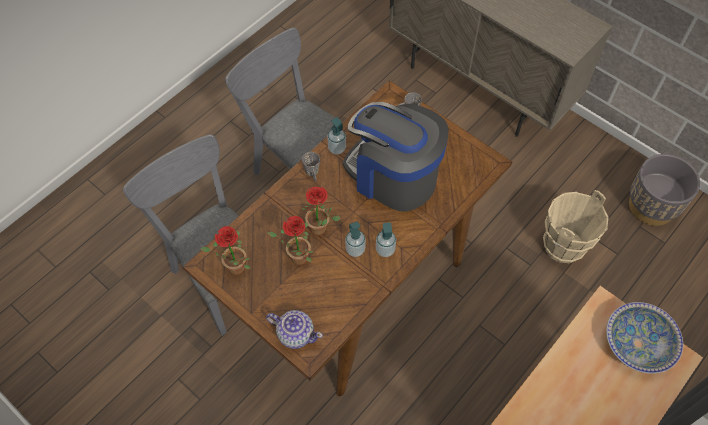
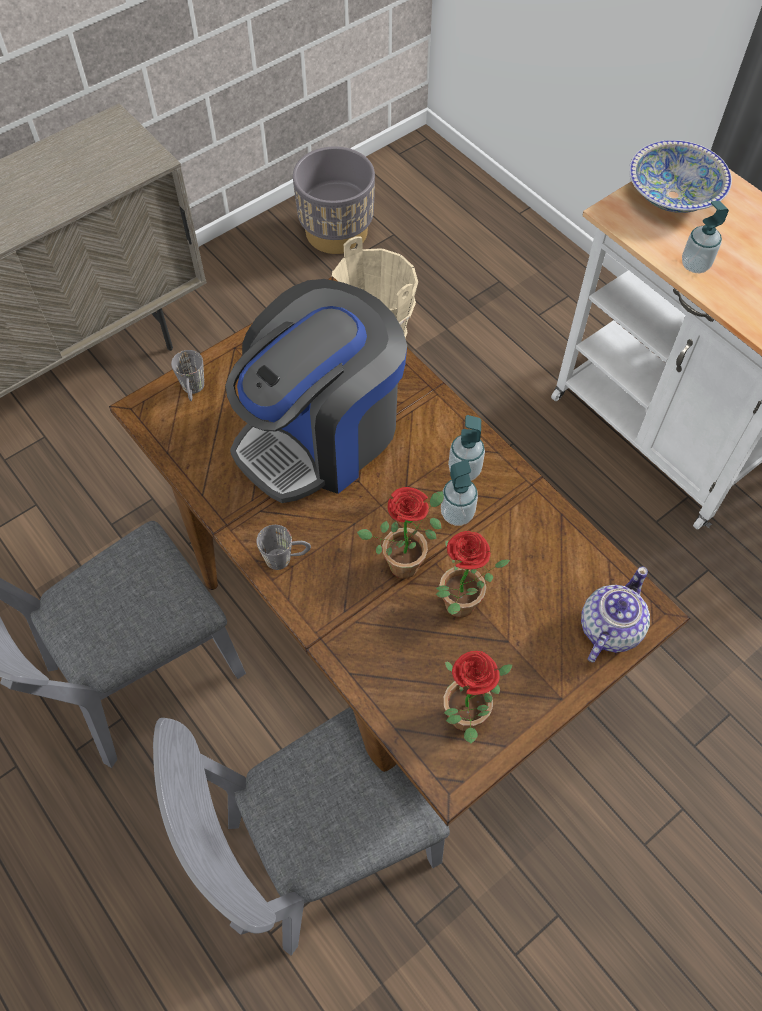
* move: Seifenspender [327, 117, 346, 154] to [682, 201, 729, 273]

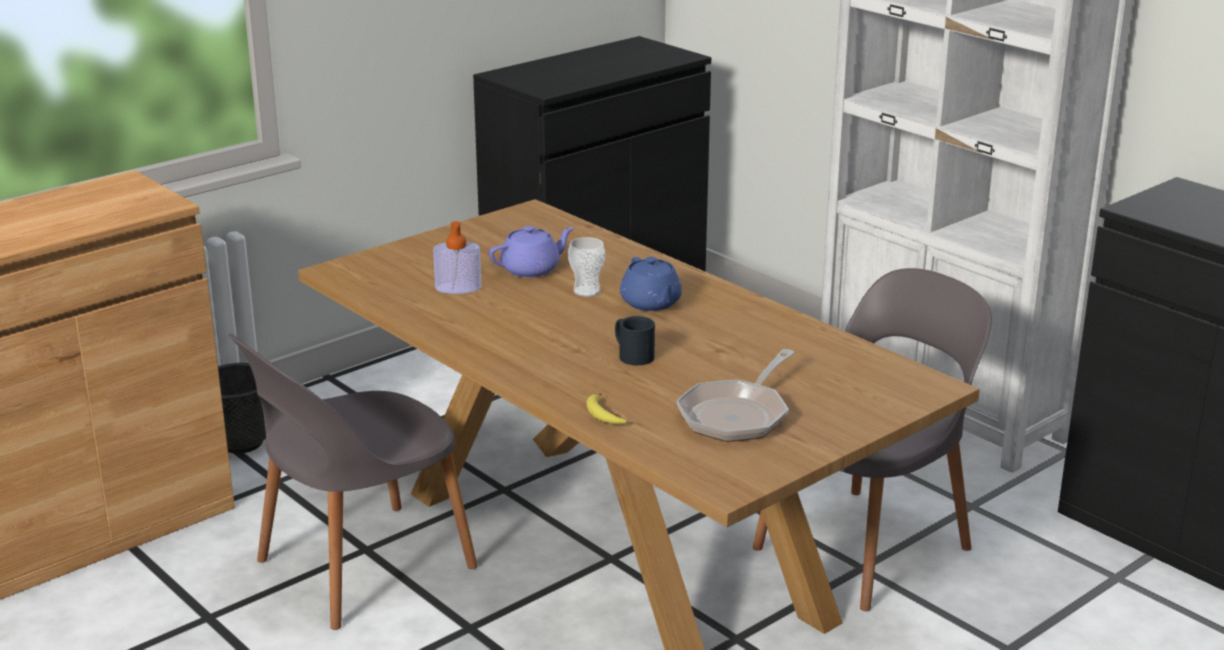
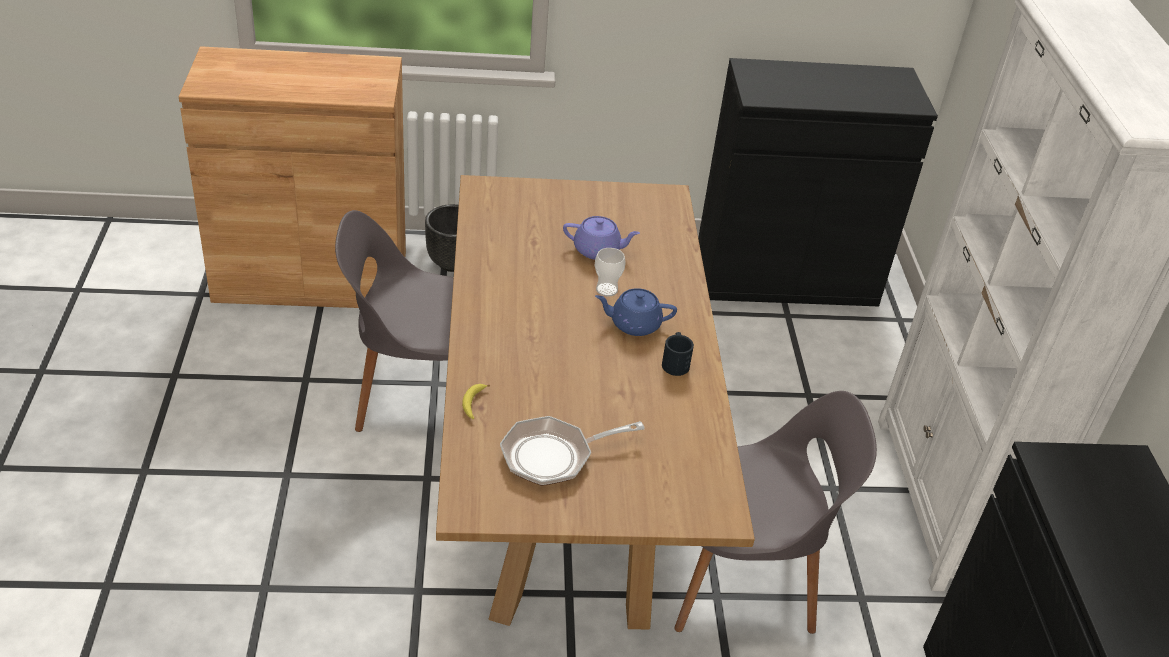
* delete: Seifenspender [433, 221, 481, 294]
* rotate: Teekanne/blau [620, 257, 682, 311] = [595, 288, 677, 336] 75 degrees clockwise
* move: Henkelbecher/schwarz [615, 316, 655, 365] to [662, 332, 694, 376]

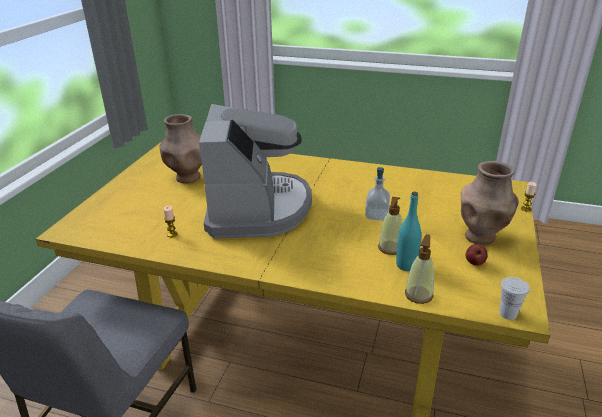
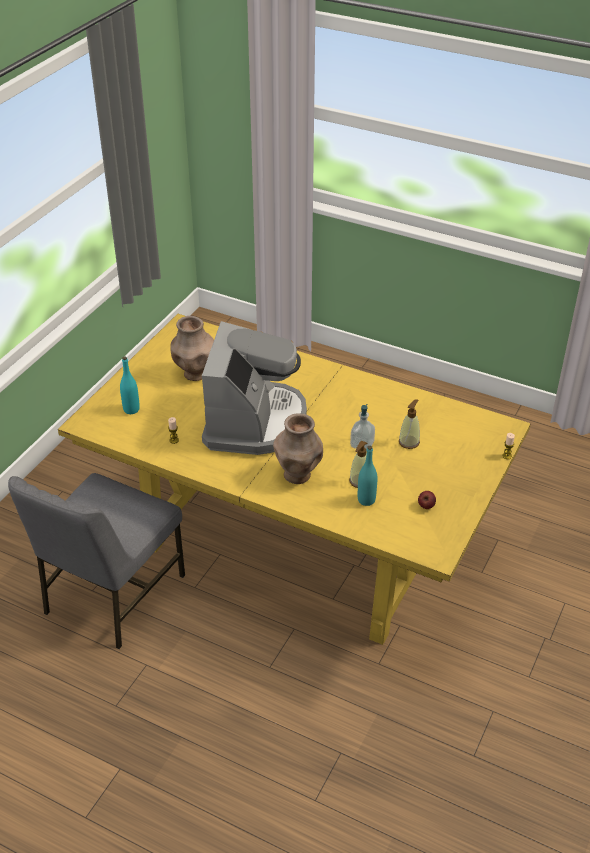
* move: Vase/braun [461, 161, 519, 245] to [273, 413, 323, 484]
* move: Seifenspender [405, 234, 434, 304] to [399, 399, 420, 449]
* delete: Tasse/weiß [499, 277, 530, 320]
* insert: Flasche/türkis [120, 357, 140, 414]

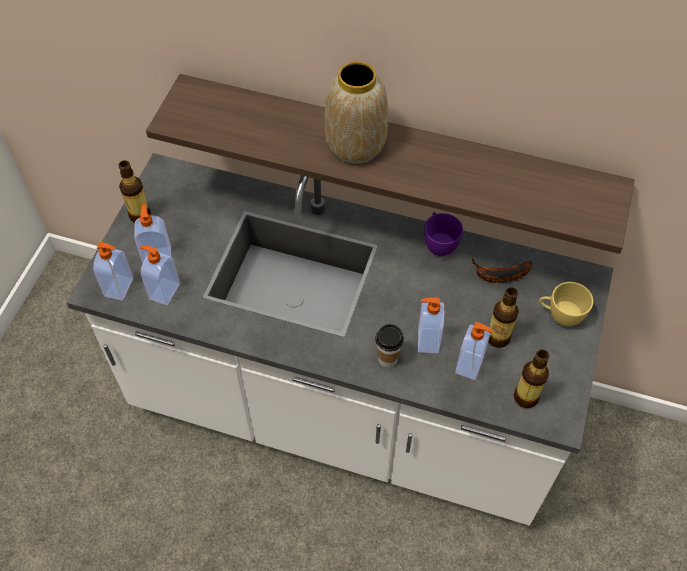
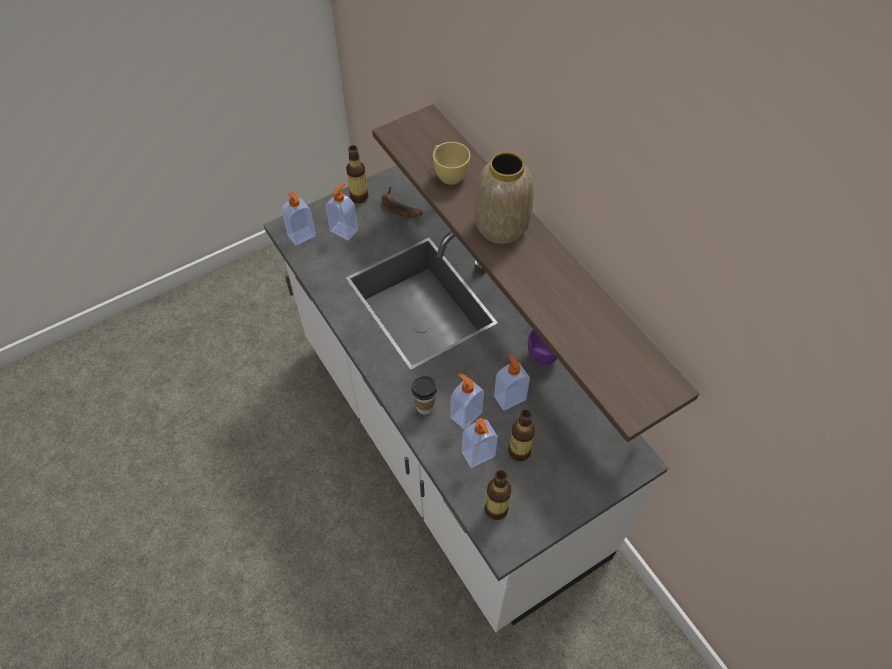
* move: Seifenspender [140, 245, 180, 305] to [494, 354, 530, 411]
* move: Banane [472, 257, 532, 283] to [382, 187, 422, 218]
* move: Tasse/gelb [539, 282, 593, 326] to [433, 142, 470, 185]

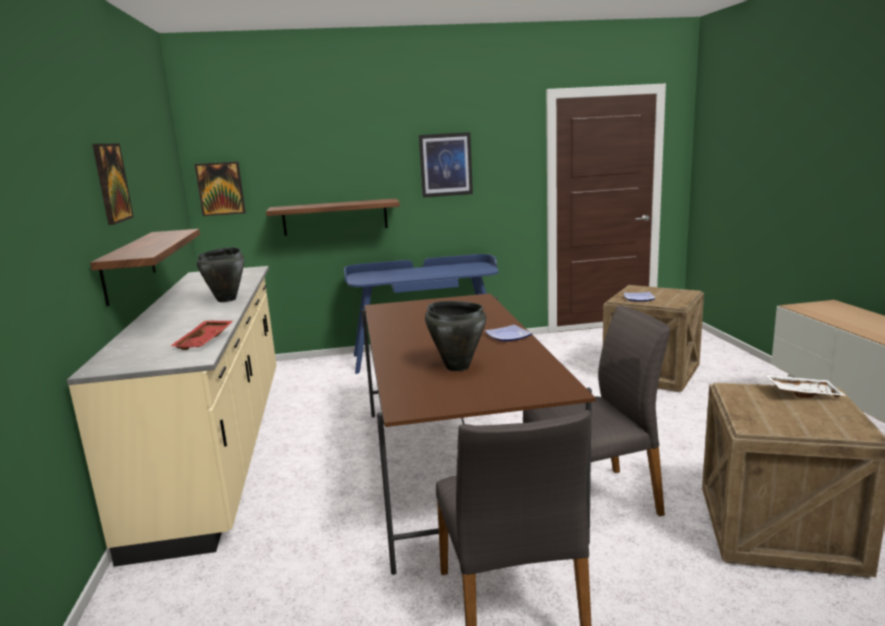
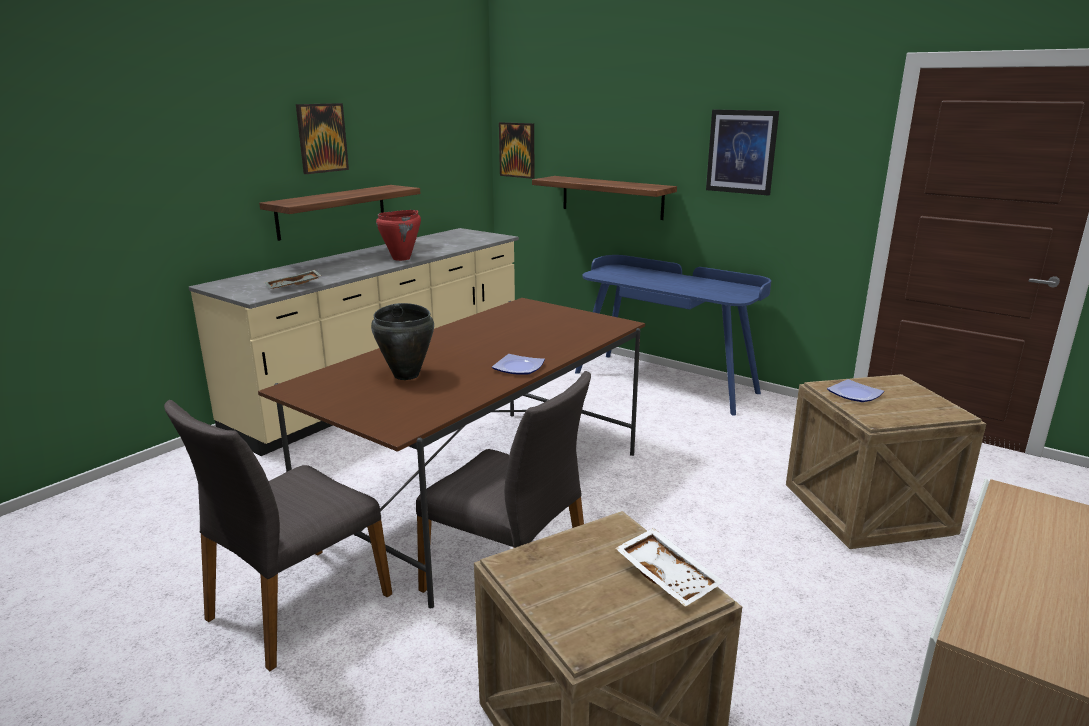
* recolor: Kochtopf/schwarz [197, 247, 244, 302] to Kochtopf/rot [376, 210, 421, 261]
* recolor: Tablett/rot [171, 321, 233, 350] to Tablett/grau [264, 270, 322, 289]

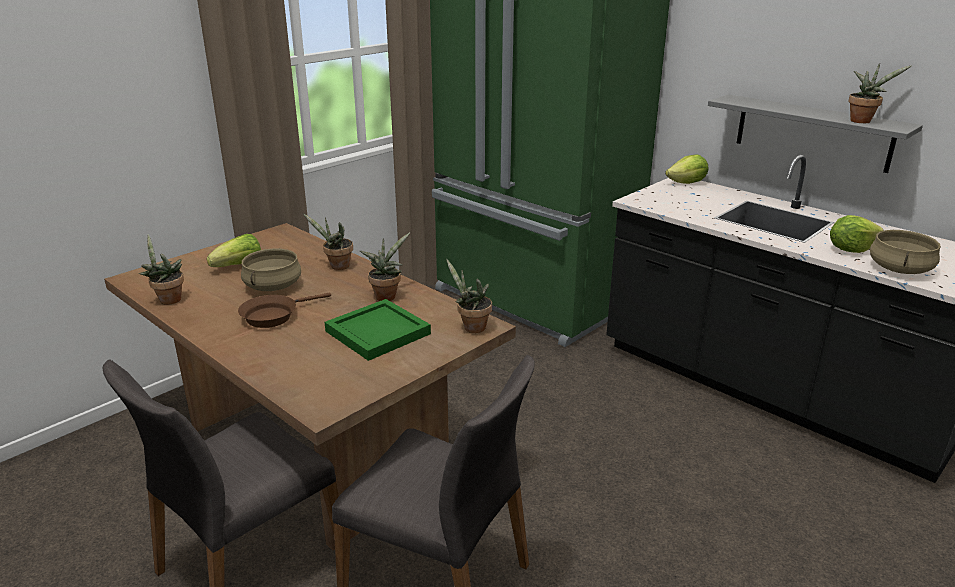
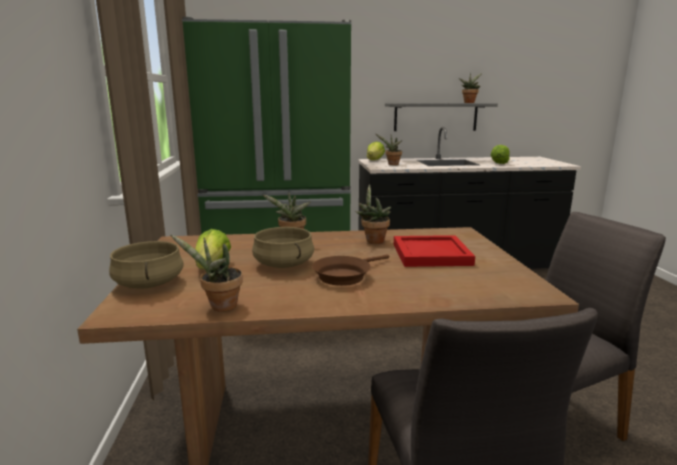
* move: Kochtopf/beige [870, 230, 941, 274] to [109, 241, 184, 289]
* move: Topfpflanze [446, 259, 492, 333] to [376, 134, 403, 165]
* rotate: Pfanne/braun [238, 293, 331, 328] = [312, 254, 389, 286] 45 degrees clockwise
* recolor: Tablett/grün [325, 299, 431, 361] to Tablett/rot [394, 235, 475, 267]

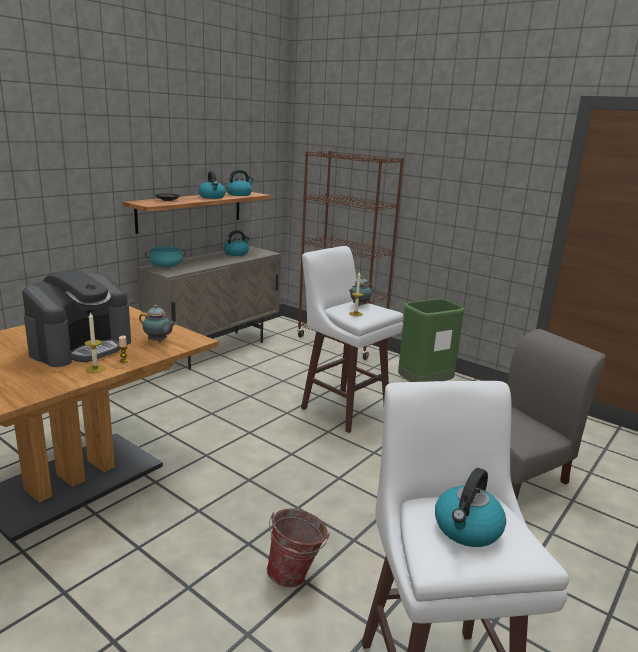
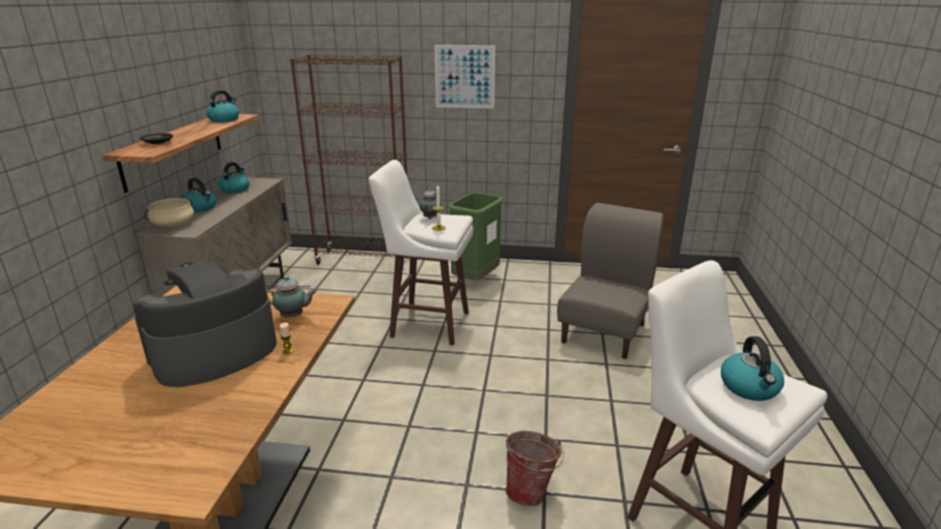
* move: Wasserkessel [198, 171, 226, 199] to [183, 178, 217, 212]
* recolor: Kochtopf/türkis [145, 246, 186, 267] to Kochtopf/beige [144, 198, 194, 227]
* rotate: Kaffeemaschine [22, 270, 131, 367] = [133, 260, 277, 387] 135 degrees counterclockwise
* delete: Kerze [85, 312, 105, 373]
* insert: Bild [434, 45, 495, 109]

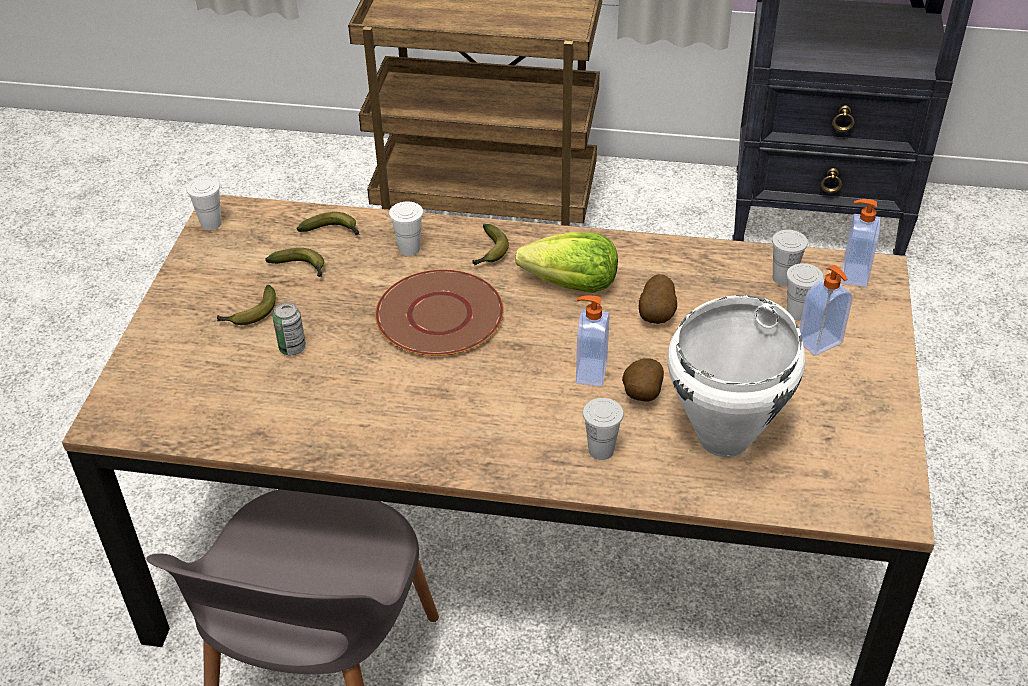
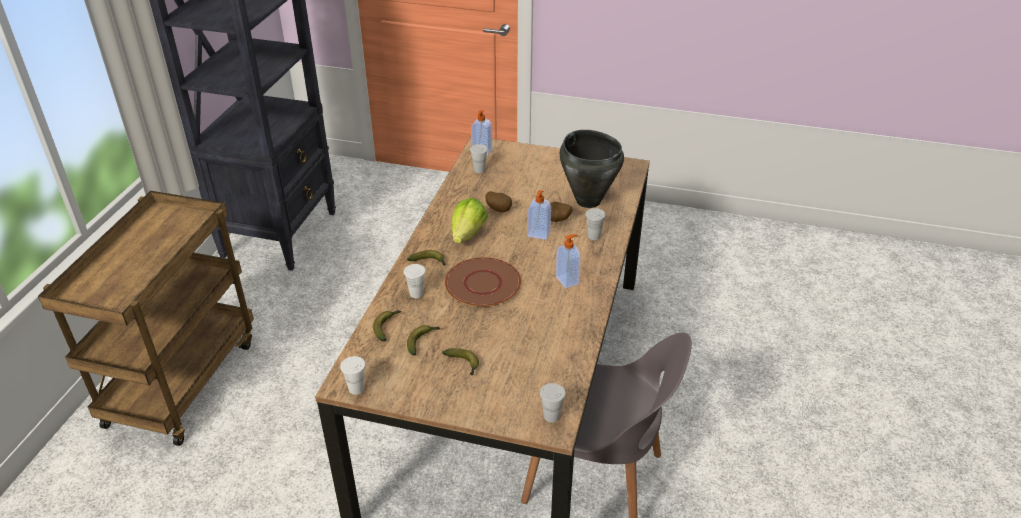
* move: Tasse/weiß [786, 263, 824, 321] to [540, 383, 566, 423]
* move: Seifenspender [799, 265, 853, 356] to [556, 234, 580, 288]
* recolor: Kochtopf/weiß [667, 295, 805, 457] to Kochtopf/schwarz [560, 130, 624, 208]
* delete: Dose [273, 302, 306, 355]

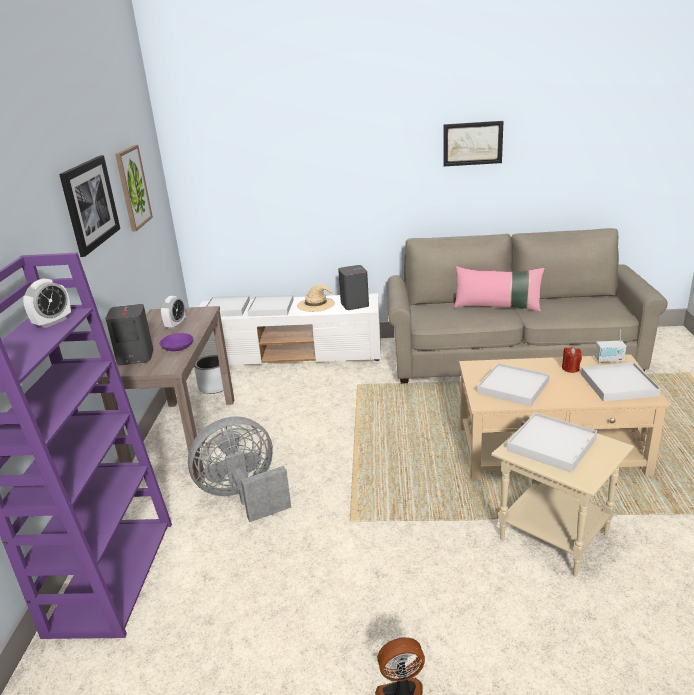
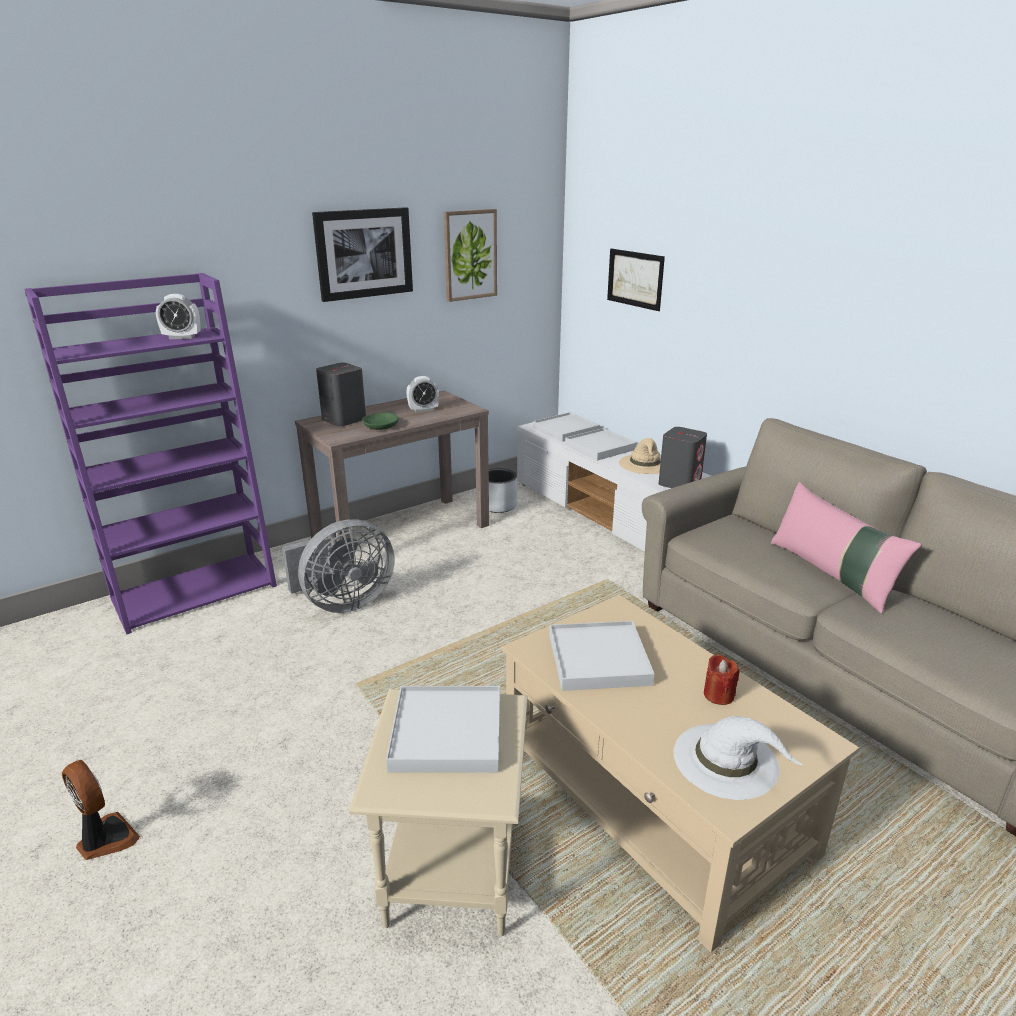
* move: Bild [444, 121, 504, 166] to [607, 249, 665, 311]
* delete: Radio [595, 330, 626, 363]
* recolor: Schüssel/lila [160, 333, 193, 351] to Schüssel/grün [362, 412, 399, 430]
* replace: Tablett/weiß [581, 362, 661, 402] to Hut/weiß [674, 716, 803, 800]
* rotate: Ventilator/grau [188, 416, 291, 522] = [282, 519, 395, 613] 120 degrees clockwise

